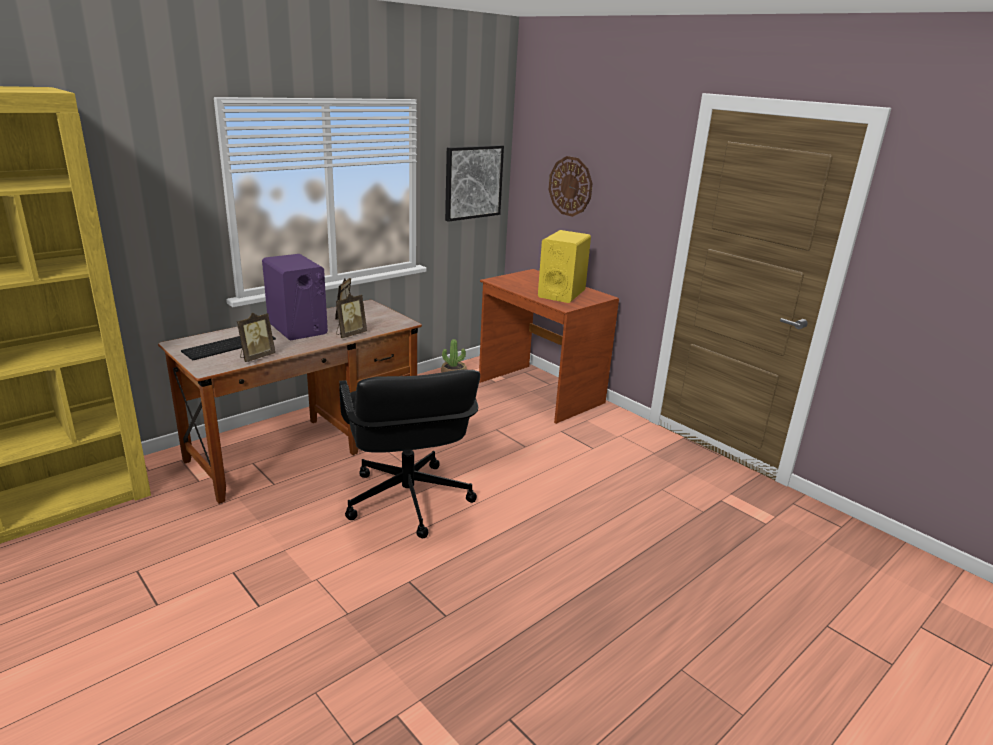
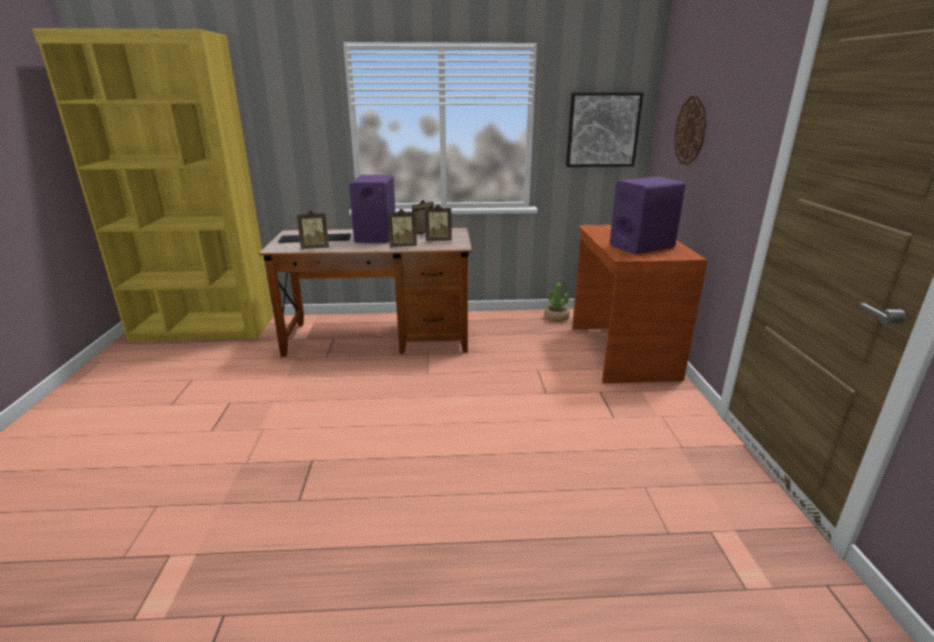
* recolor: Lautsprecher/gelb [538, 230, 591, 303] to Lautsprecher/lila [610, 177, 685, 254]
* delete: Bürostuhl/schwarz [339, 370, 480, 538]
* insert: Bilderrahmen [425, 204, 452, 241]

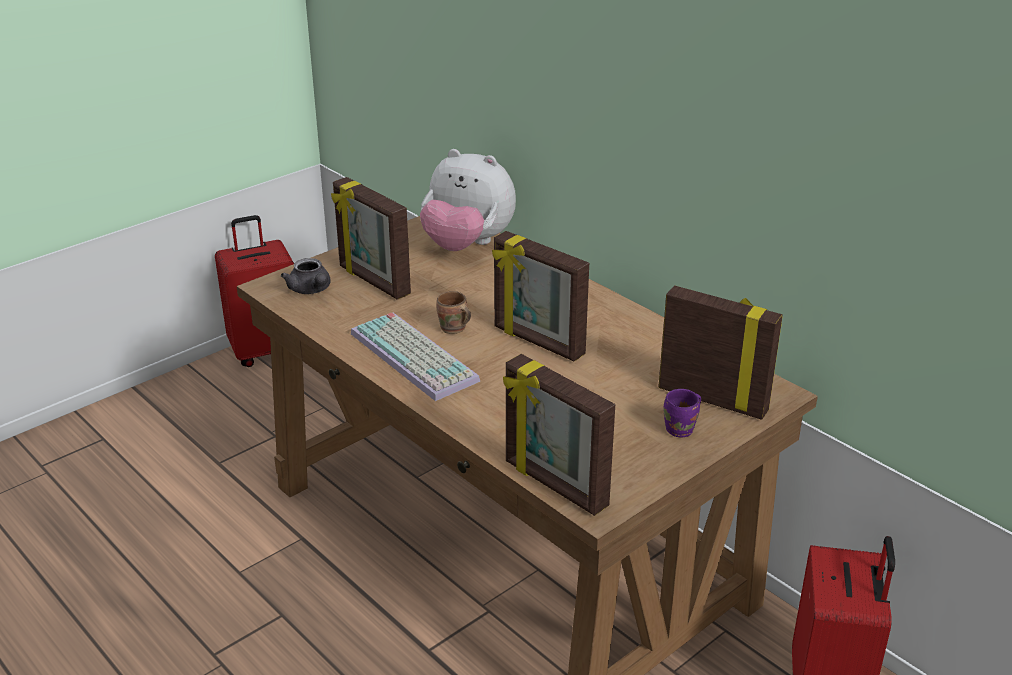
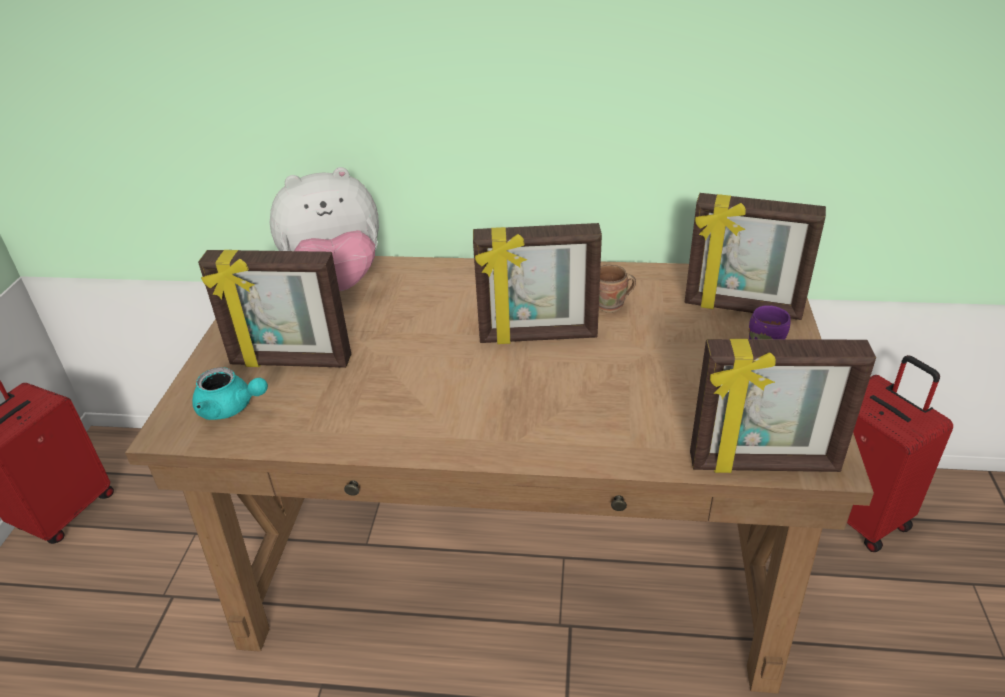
* recolor: Teekanne/grau [281, 258, 331, 294] to Teekanne/türkis [192, 367, 268, 420]
* rotate: Bilderrahmen [658, 286, 783, 420] = [685, 193, 826, 320] 150 degrees counterclockwise
* move: Henkelbecher/braun [437, 291, 471, 334] to [599, 265, 636, 313]
* delete: Tastatur [351, 313, 480, 401]

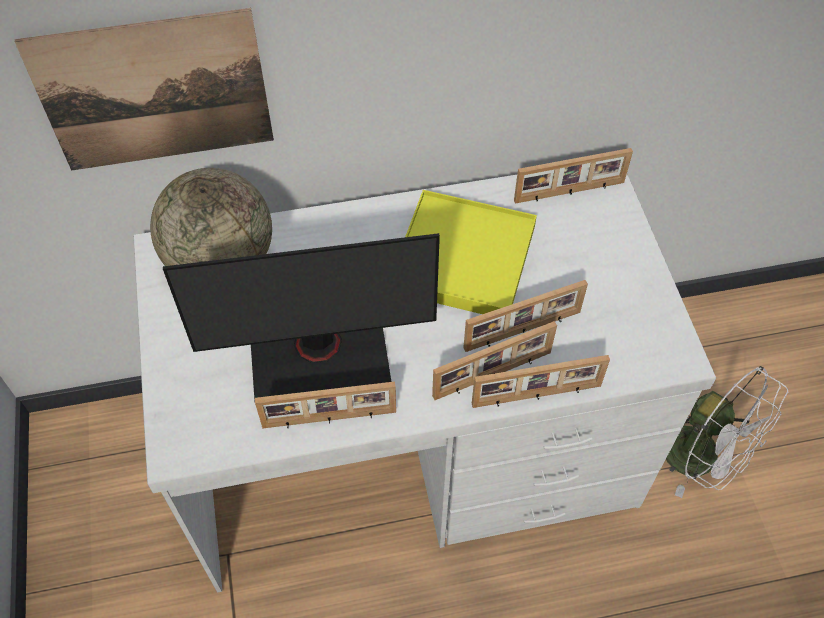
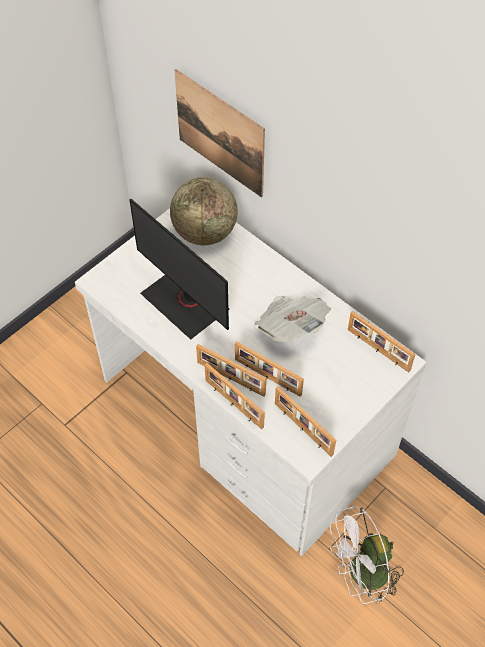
* replace: Tablett/gelb [405, 190, 537, 314] to Zeitung [254, 296, 331, 342]
* rotate: Ventilator/weiß [666, 366, 788, 498] = [330, 506, 404, 605] 60 degrees clockwise
* move: Bilderrahmen [255, 381, 396, 429] to [275, 387, 336, 457]

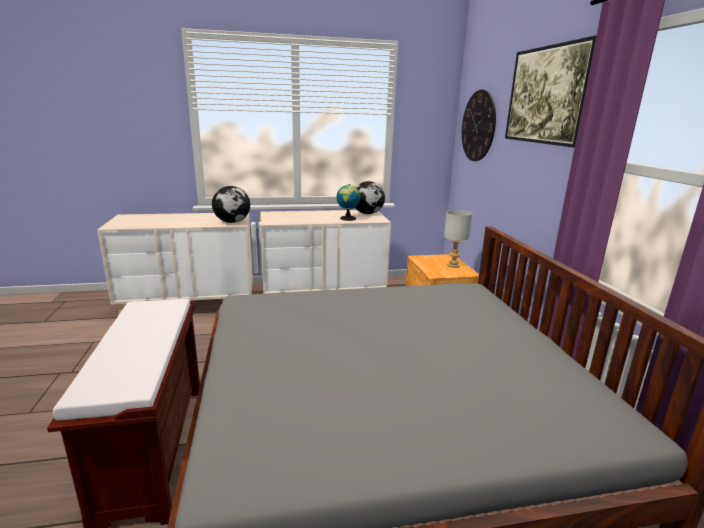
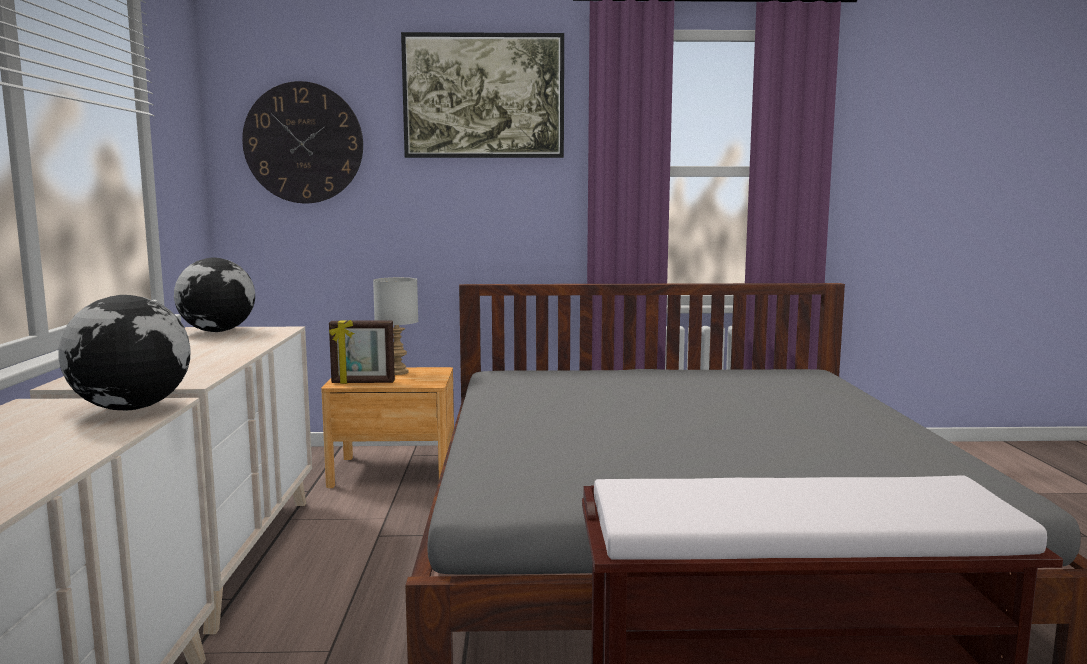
* delete: Globus [337, 184, 361, 221]
* insert: Bilderrahmen [329, 320, 395, 384]

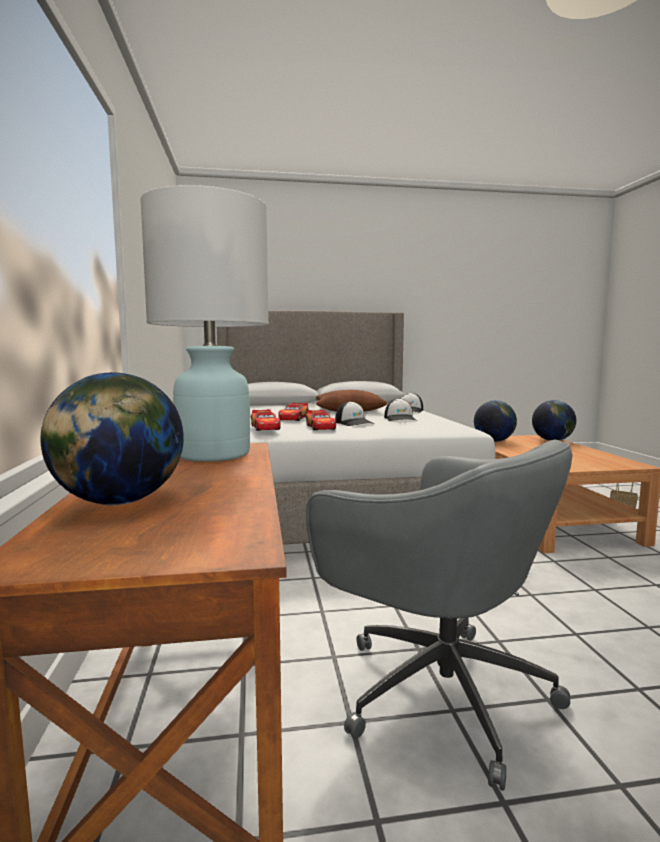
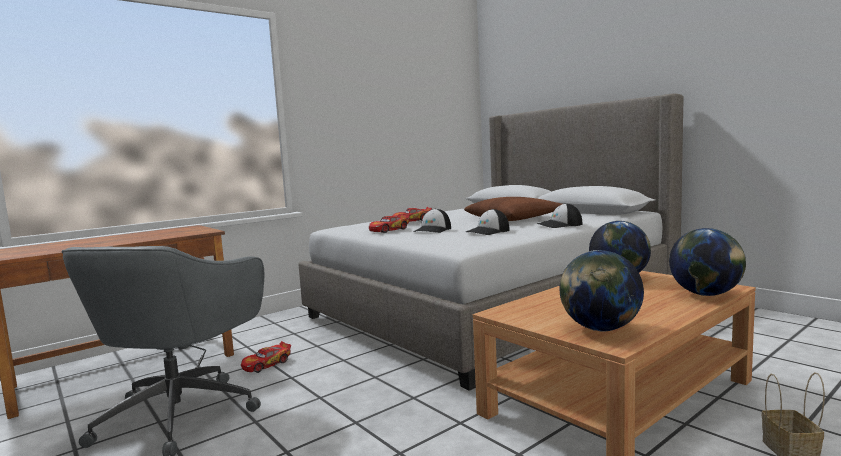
* delete: Tischlampe/weiß [140, 185, 269, 462]
* move: Globus [40, 372, 184, 506] to [559, 250, 644, 332]
* move: Spielzeugauto [251, 409, 281, 431] to [241, 341, 291, 373]

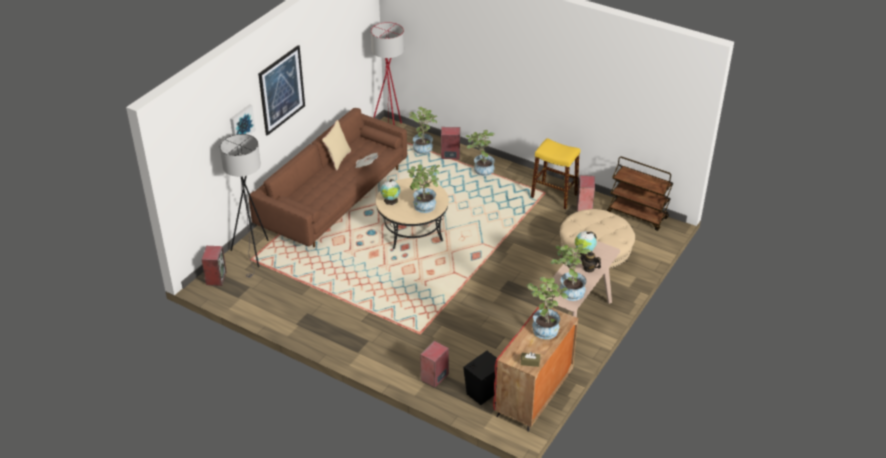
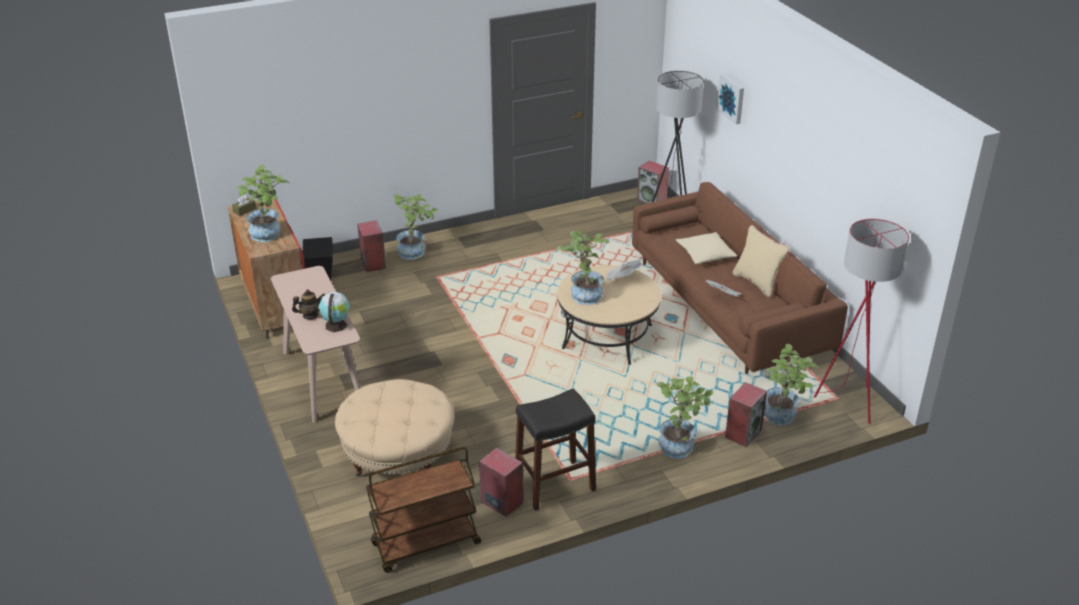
* delete: Bild [258, 45, 305, 136]
* recolor: Hocker/gelb [531, 138, 580, 209] to Hocker/schwarz [515, 388, 596, 511]
* replace: Globus [380, 179, 400, 205] to Zeitung [606, 260, 641, 280]
* move: Topfpflanze [551, 244, 591, 301] to [393, 194, 439, 259]
* insert: Kissen/beige [676, 232, 737, 264]

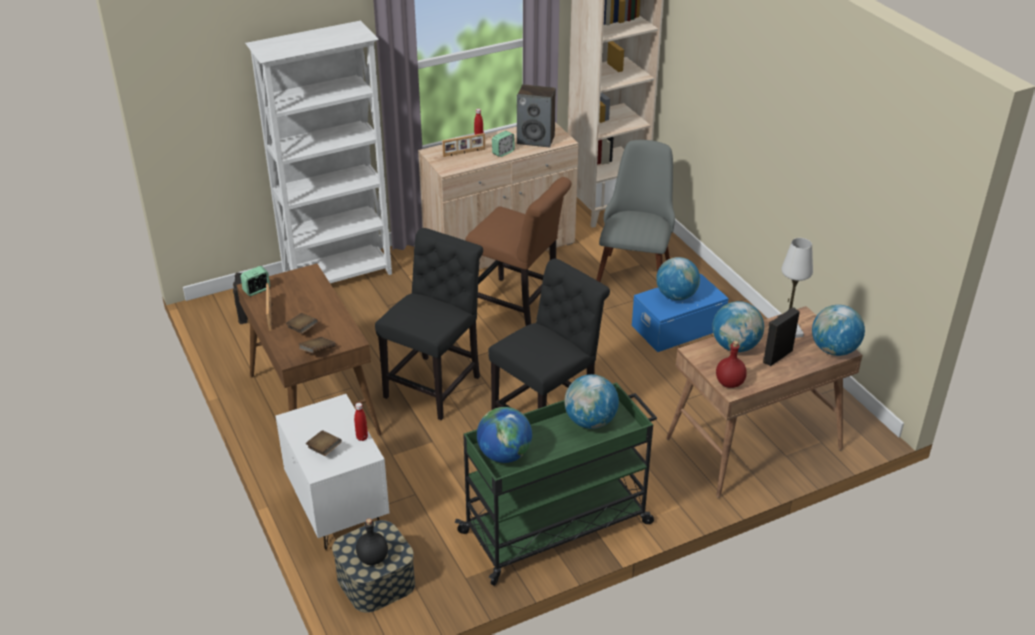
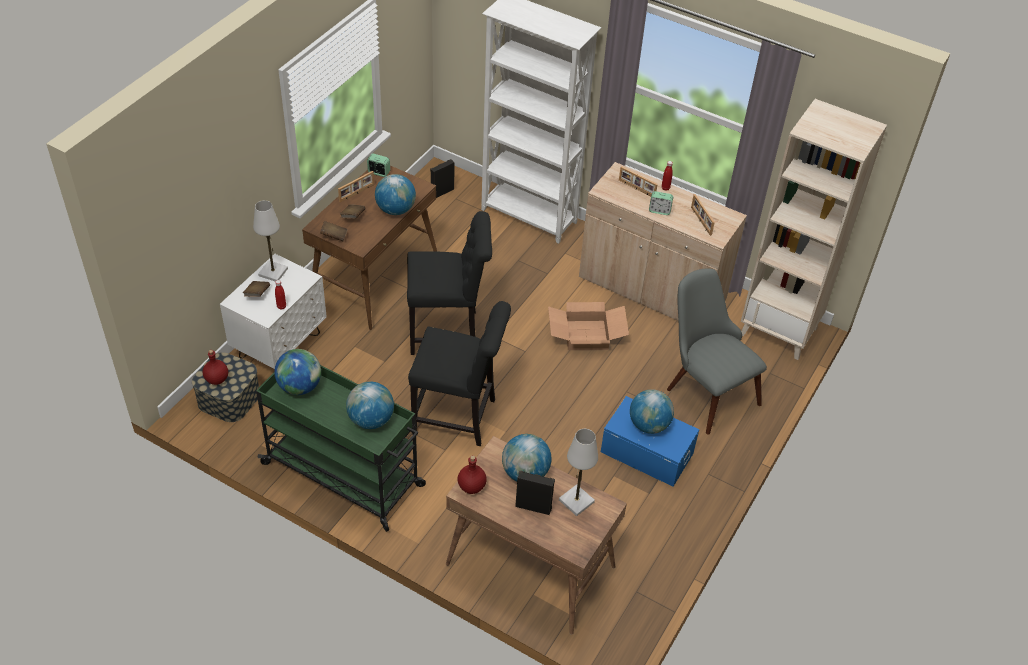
* replace: Lautsprecher [517, 84, 556, 147] to Bilderrahmen [691, 194, 715, 236]
* rotate: Stuhl/grau [596, 140, 675, 282] = [667, 269, 767, 435] 105 degrees counterclockwise
* replace: Stuhl/braun [465, 177, 571, 326] to Karton [548, 302, 629, 350]
* move: Globus [812, 305, 865, 356] to [375, 174, 416, 215]
* recolor: Flasche/schwarz [356, 518, 388, 565] to Flasche/rot [203, 350, 228, 385]
* insert: Tischlampe/weiß [253, 200, 288, 281]

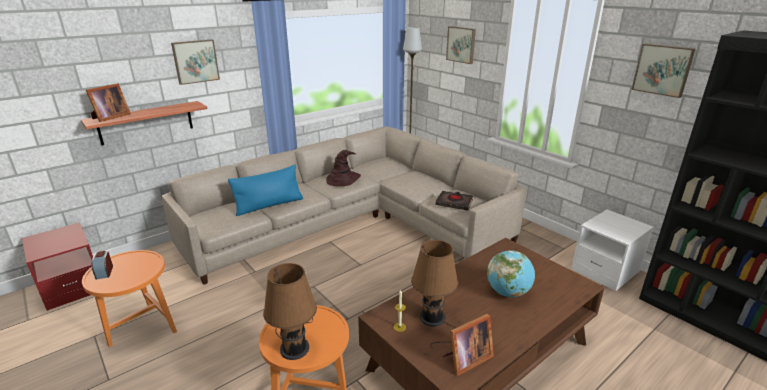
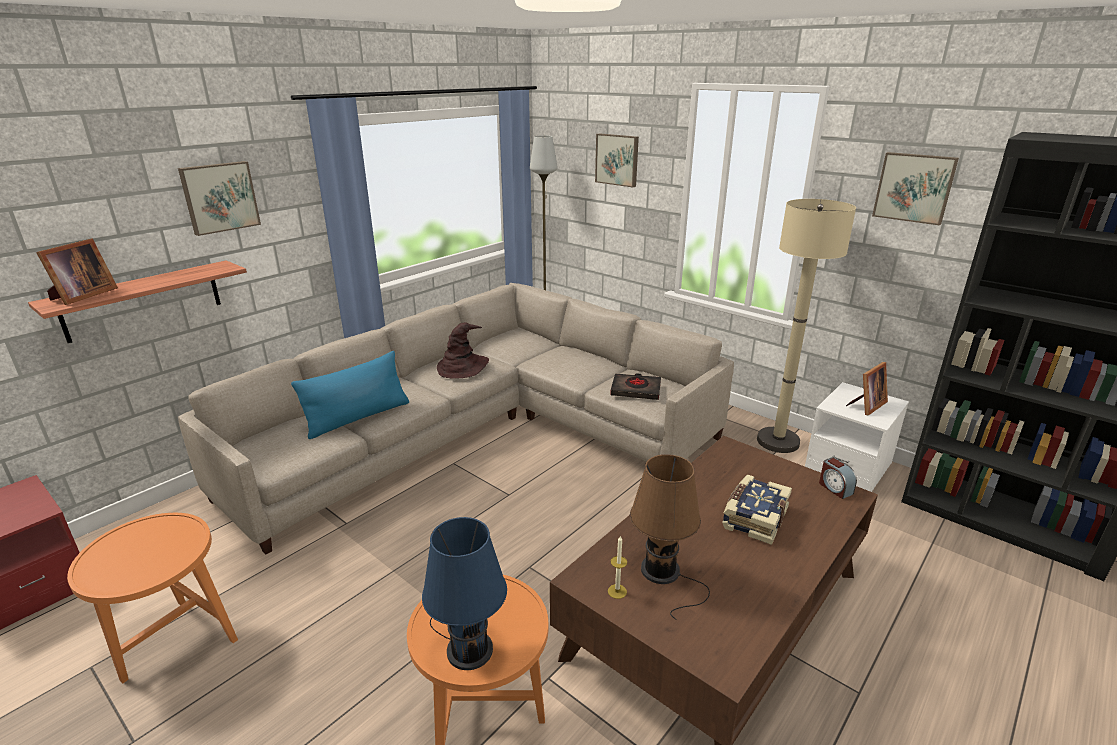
* move: Wecker [91, 250, 113, 280] to [819, 457, 857, 499]
* replace: Globus [487, 250, 535, 297] to Buch [722, 475, 792, 545]
* recolor: Tischlampe/braun [263, 263, 317, 360] to Tischlampe/blau [422, 517, 507, 670]
* move: Bilderrahmen [443, 314, 494, 376] to [846, 362, 888, 416]
* insert: Stehlampe/beige [757, 199, 856, 453]

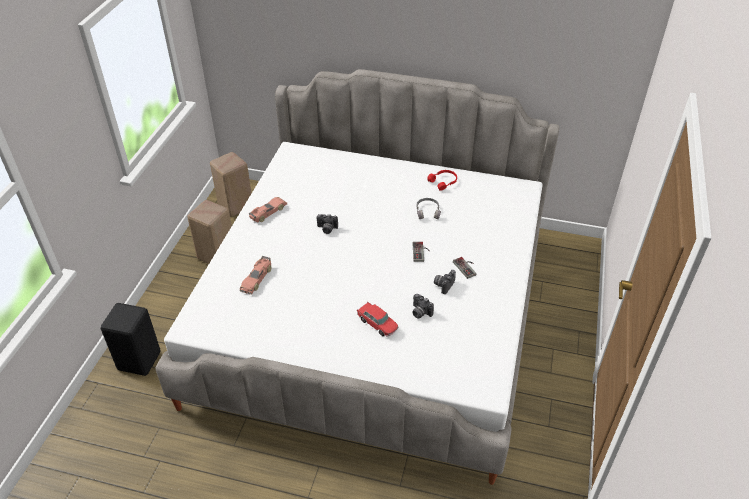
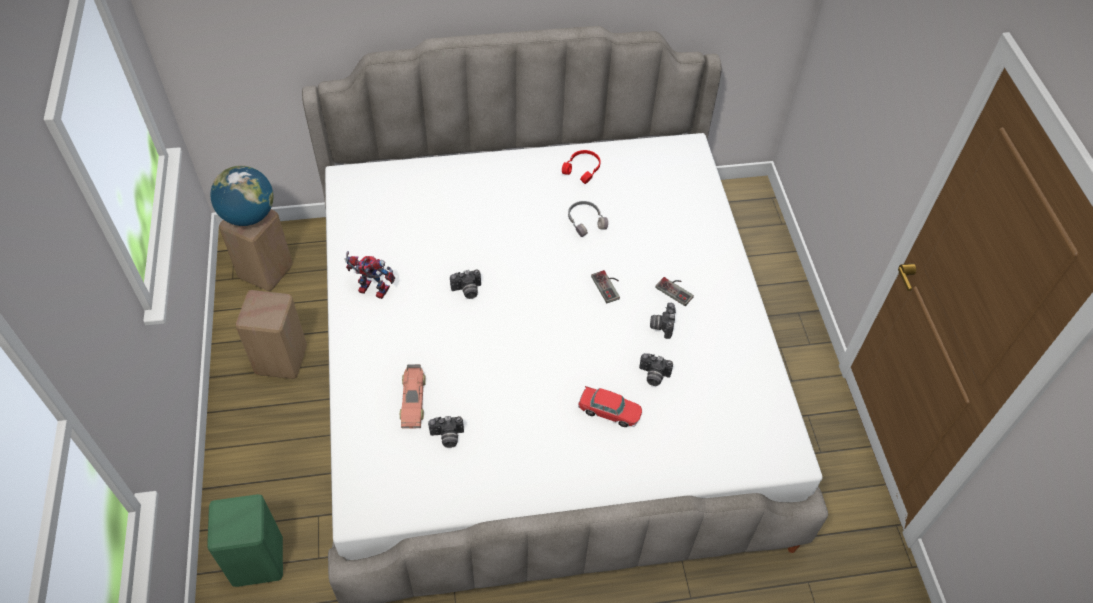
* replace: Spielzeugauto [249, 197, 287, 222] to Spielzeugroboter [344, 251, 395, 299]
* recolor: Hocker/schwarz [101, 303, 160, 376] to Hocker/grün [207, 494, 283, 587]
* insert: Globus [210, 166, 273, 226]
* insert: Kamera [428, 416, 464, 448]

